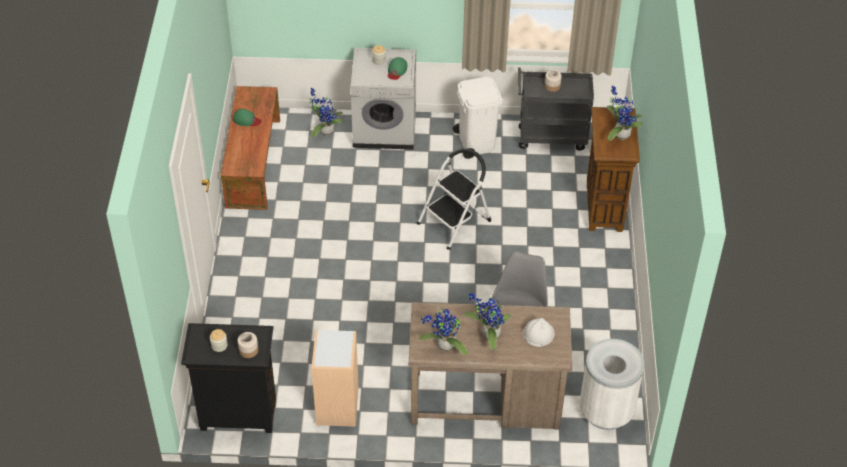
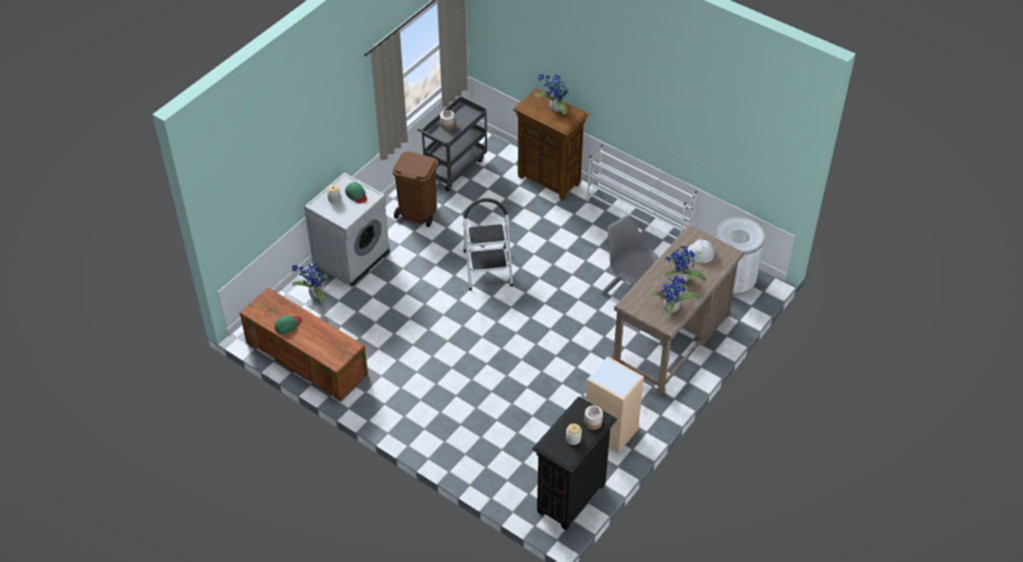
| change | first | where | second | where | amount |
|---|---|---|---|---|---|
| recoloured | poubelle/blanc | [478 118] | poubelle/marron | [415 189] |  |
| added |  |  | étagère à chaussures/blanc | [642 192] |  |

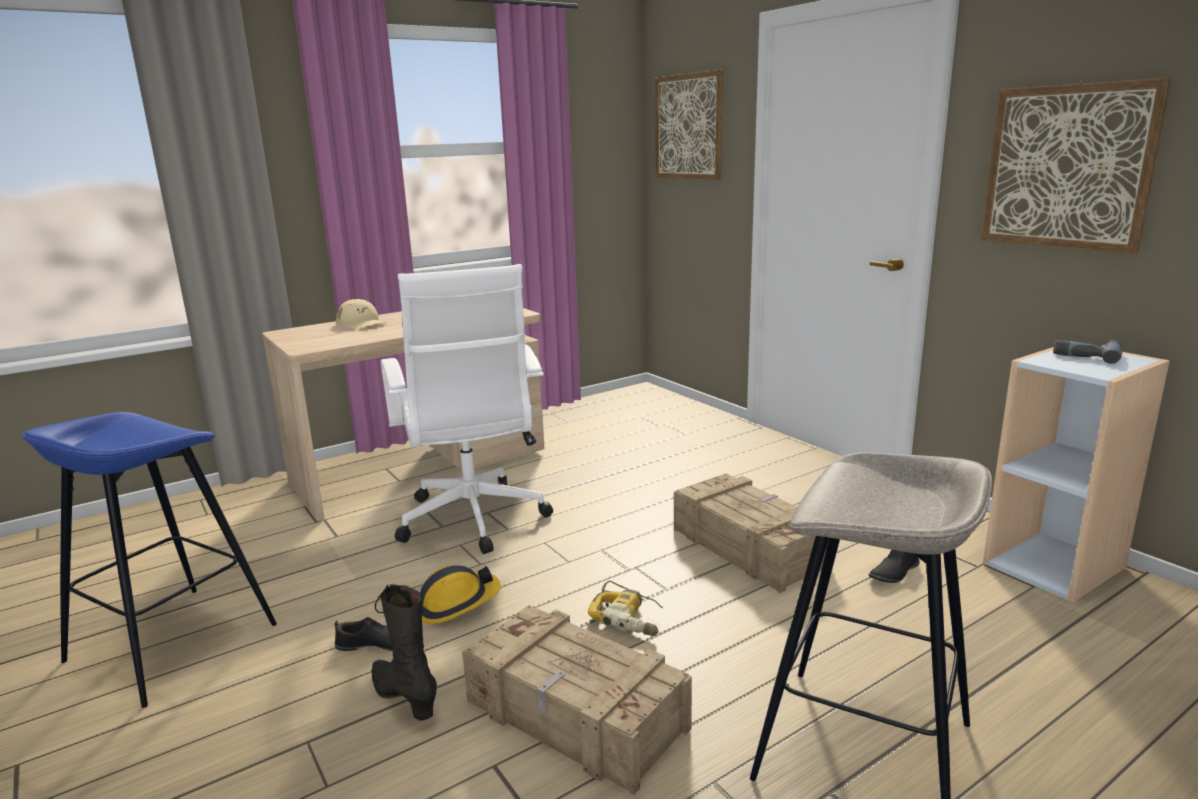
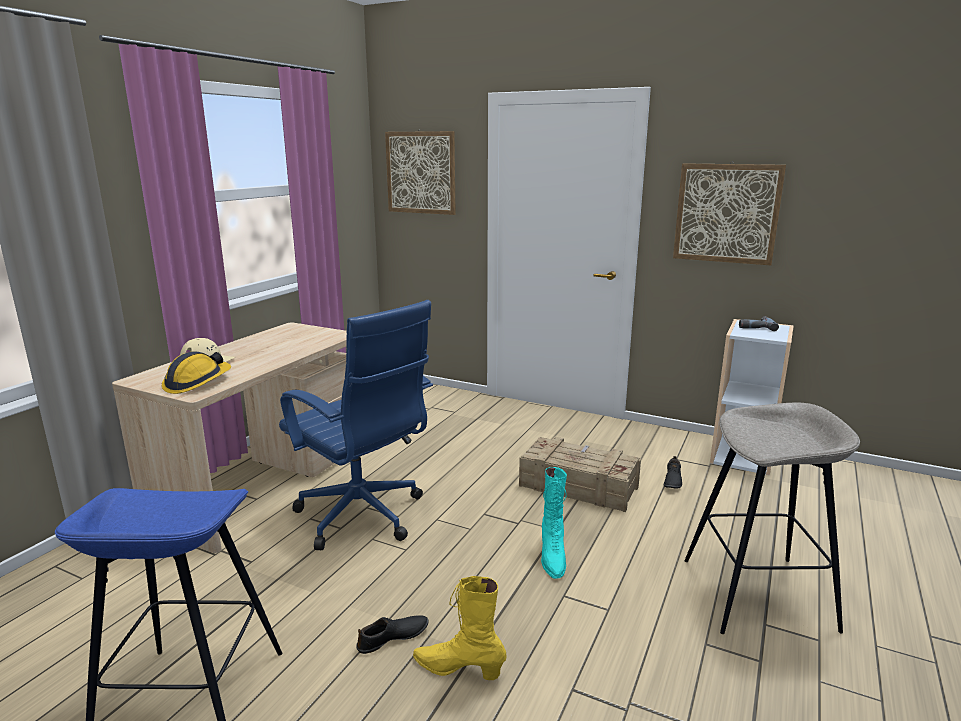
| change | first | where | second | where | amount |
|---|---|---|---|---|---|
| recoloured | chaise de bureau/blanc | [467 409] | chaise de bureau/bleu | [356 425] |  |
| moved | casque de chantier | [460 594] |  | [196 373] |  |
| replaced | perceuse | [625 608] | botte/turquoise | [554 523] |  |
| recoloured | botte/noir | [404 653] | botte/jaune | [460 628] |  |
| removed | caisse | [577 700] |  |  |  |

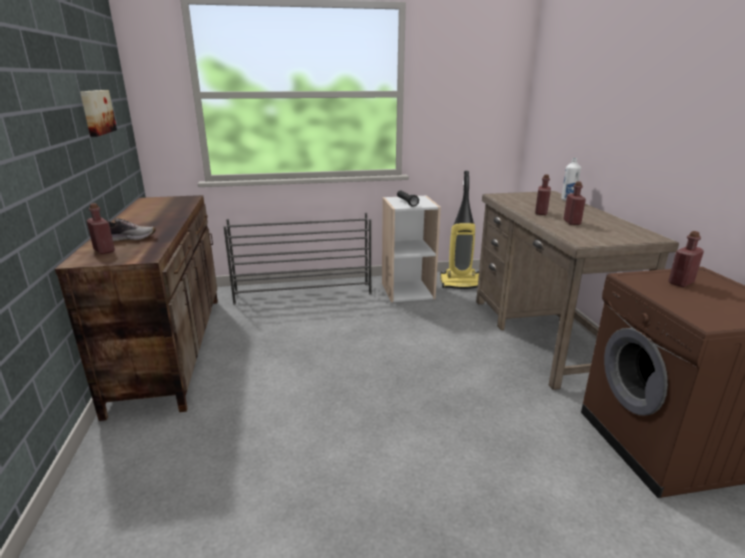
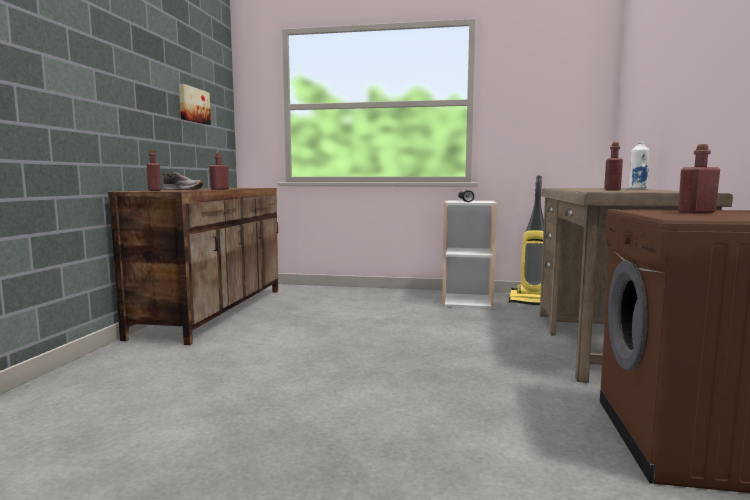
| change | first | where | second | where | amount |
|---|---|---|---|---|---|
| moved | bouteille/rouge | [543 194] |  | [219 171] |  |
| removed | étagère à chaussures/gris | [297 259] |  |  |  |

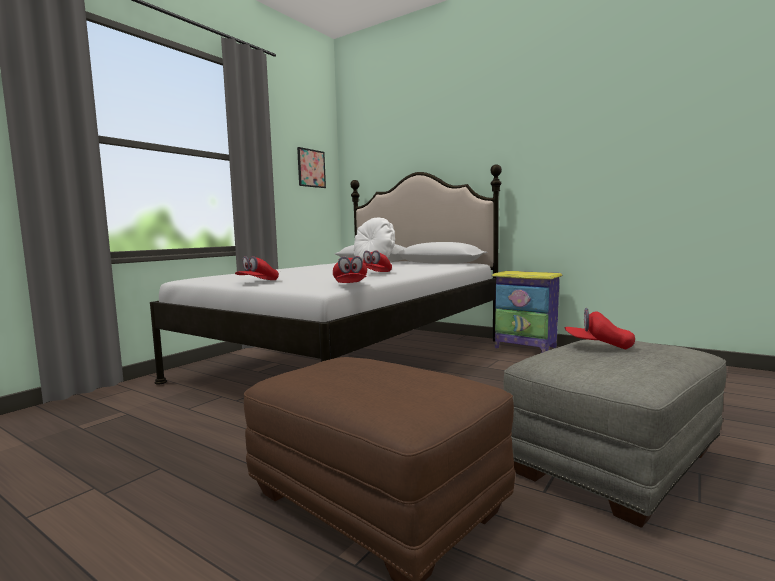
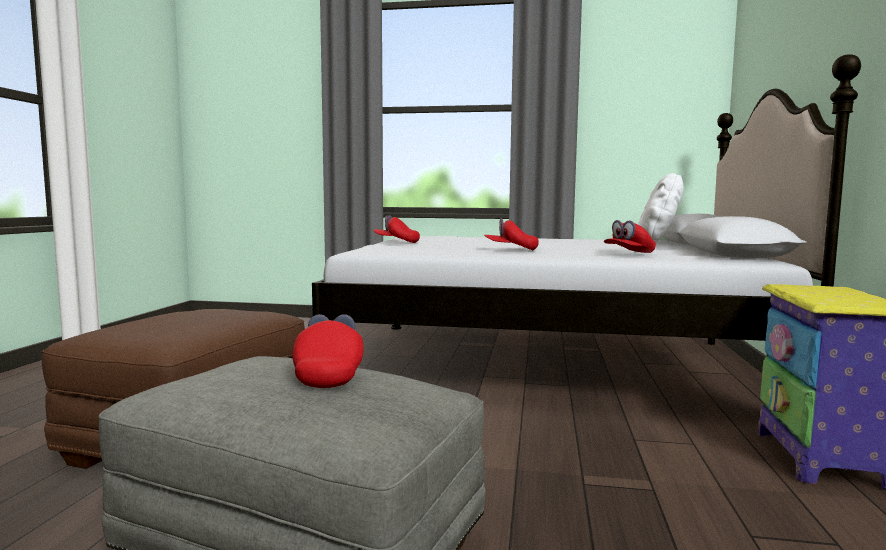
| change | first | where | second | where | amount |
|---|---|---|---|---|---|
| removed | tableau | [311 167] |  |  |  |
| moved | casquette/rouge | [350 269] |  | [630 236] |  |

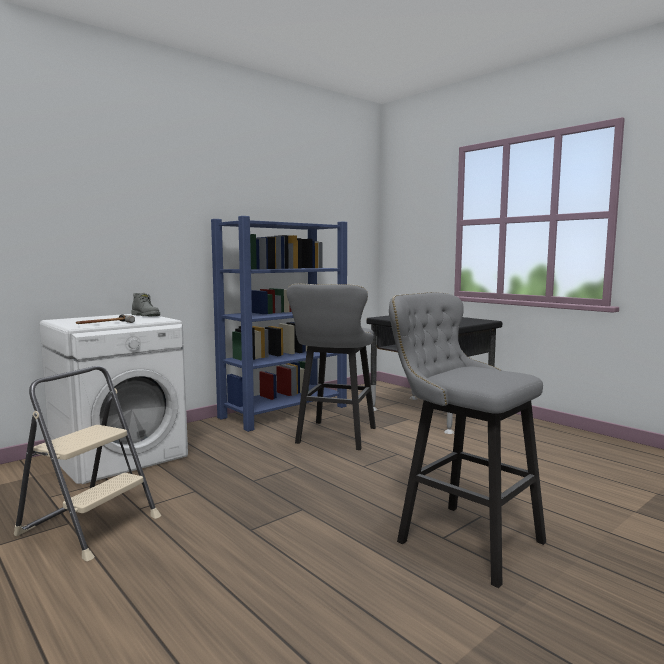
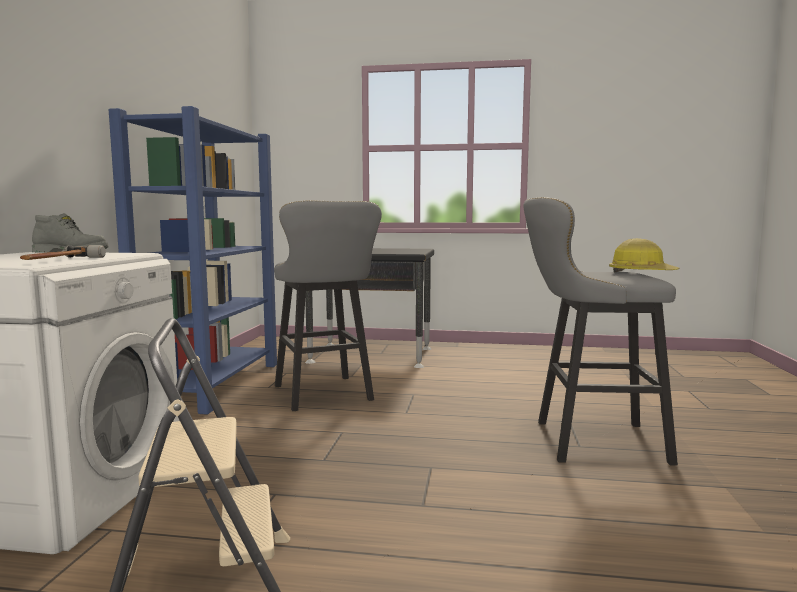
| change | first | where | second | where | amount |
|---|---|---|---|---|---|
| added |  |  | casque de chantier | [644 255] |  |

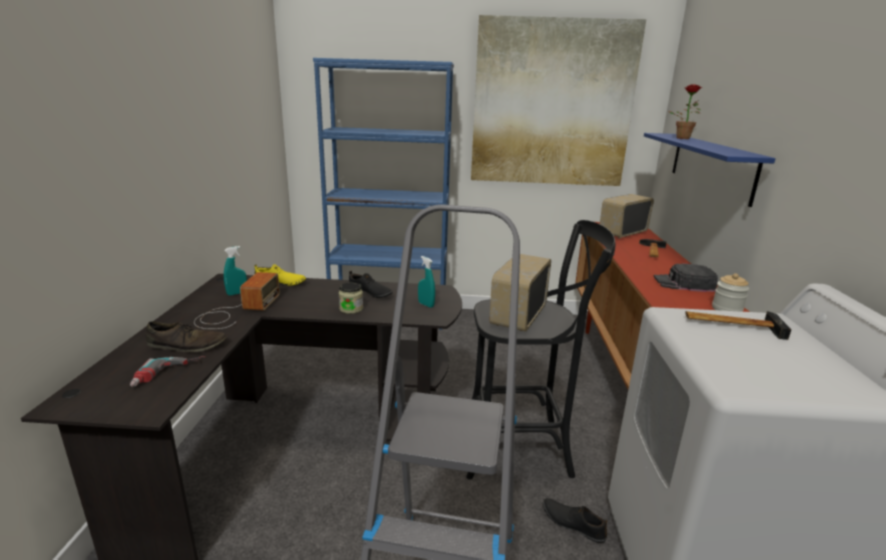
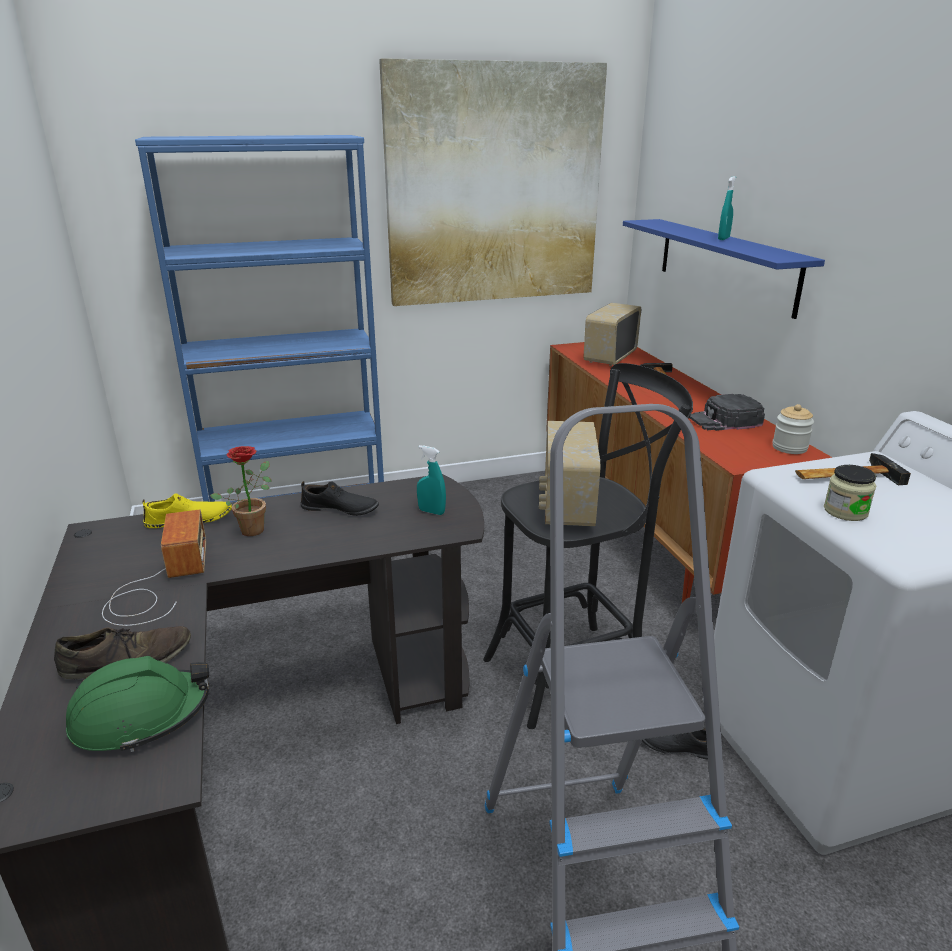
| change | first | where | second | where | amount |
|---|---|---|---|---|---|
| moved | plante en pot | [685 111] |  | [240 491] |  |
| moved | vaporisateur/turquoise | [235 271] |  | [727 208] |  |
| moved | bocal | [351 298] |  | [850 493] |  |
| replaced | perceuse | [168 371] | casque de chantier/vert | [137 704] |  |

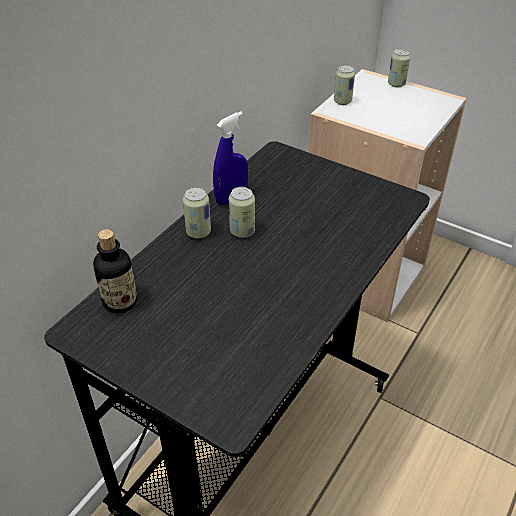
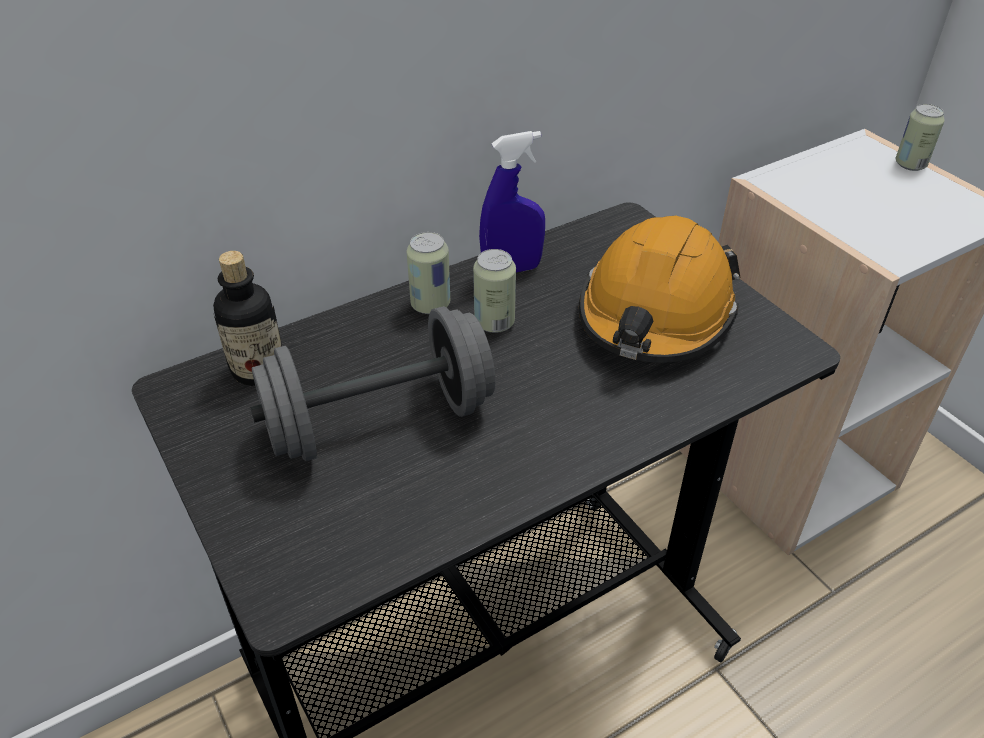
| change | first | where | second | where | amount |
|---|---|---|---|---|---|
| removed | boîte métallique | [344 85] |  |  |  |
| added |  |  | casque de chantier/orange | [659 289] |  |
| added |  |  | haltère/gris | [372 383] |  |

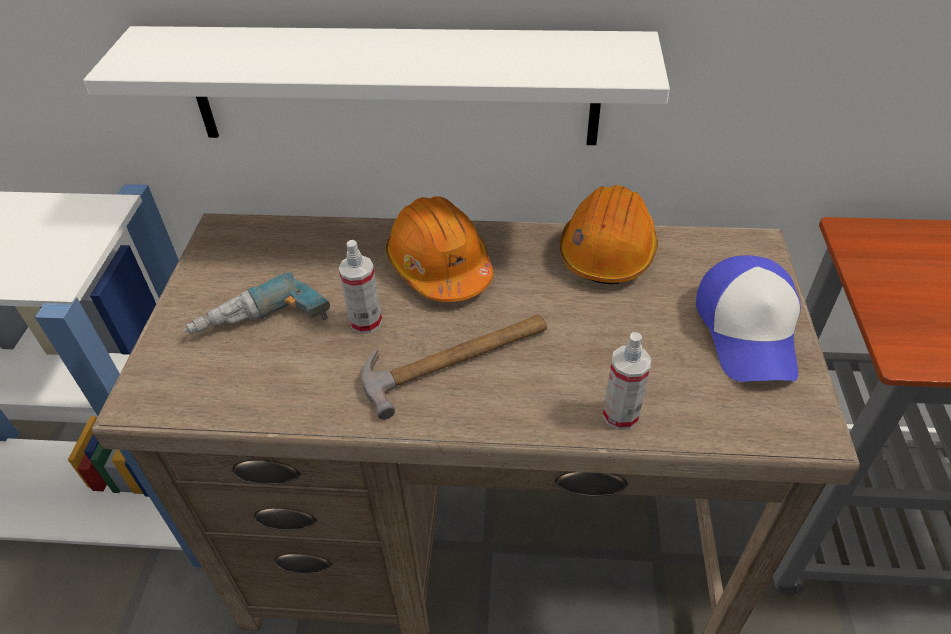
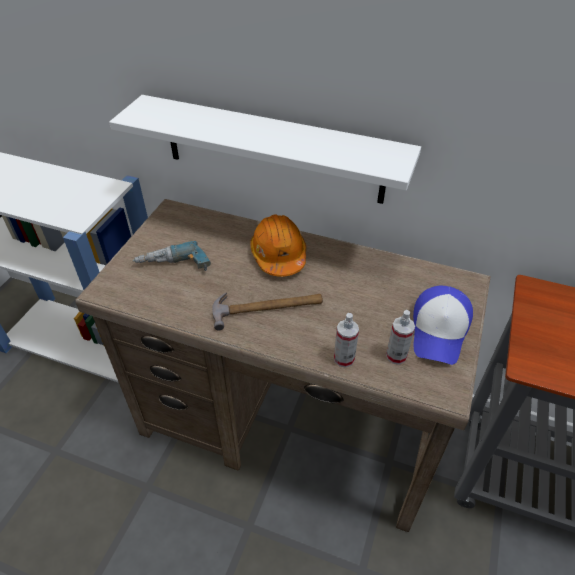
| change | first | where | second | where | amount |
|---|---|---|---|---|---|
| removed | casque de chantier/orange | [608 234] |  |  |  |
| moved | vaporisateur | [360 287] |  | [400 337] |  |

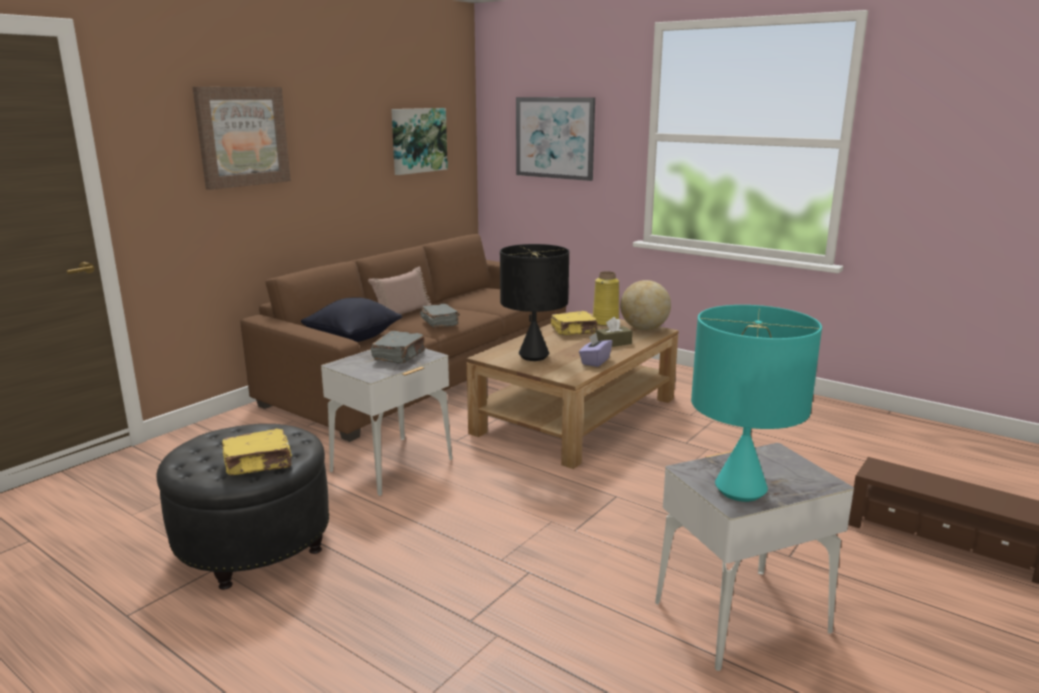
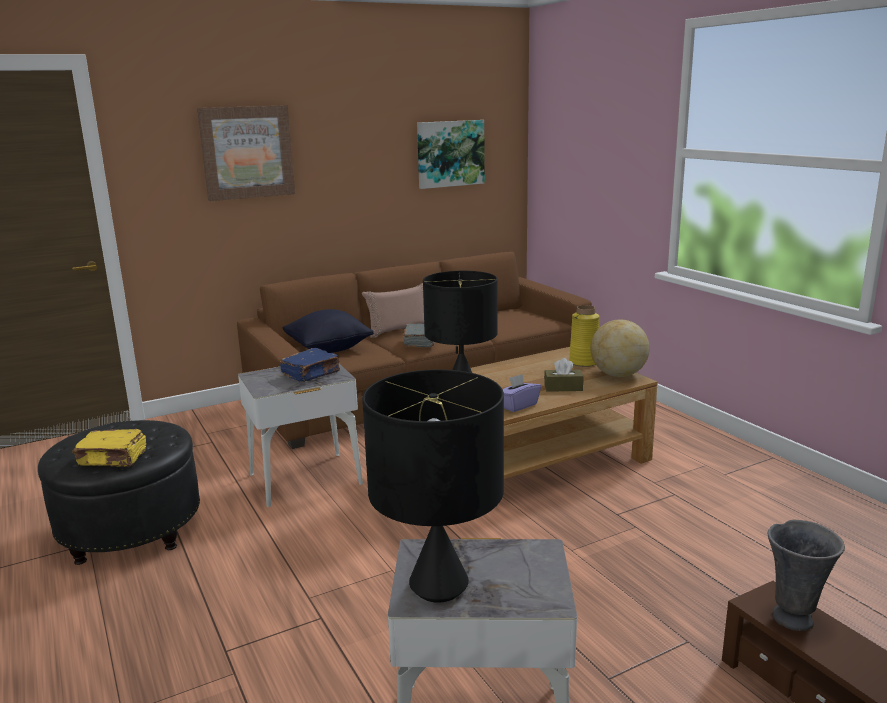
| change | first | where | second | where | amount |
|---|---|---|---|---|---|
| removed | tableau | [555 139] |  |  |  |
| recoloured | lampe de table/turquoise | [756 403] | lampe de table/noir | [433 486] |  |
| removed | livre/jaune | [574 323] |  |  |  |
| recoloured | livre/gris | [398 347] | livre/bleu | [310 365] |  |
| added |  |  | vase/gris | [806 575] |  |

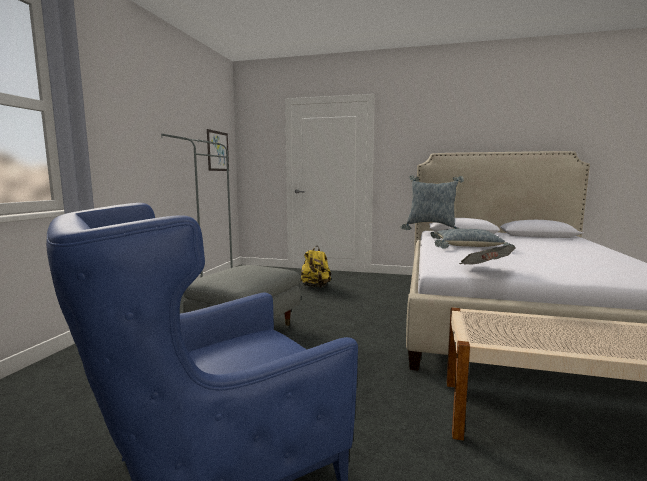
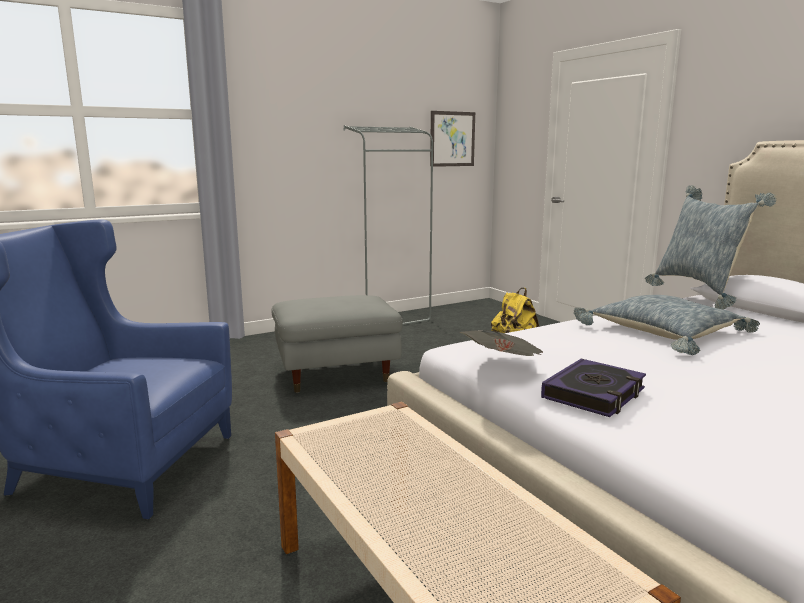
| change | first | where | second | where | amount |
|---|---|---|---|---|---|
| added |  |  | livre | [593 388] |  |

